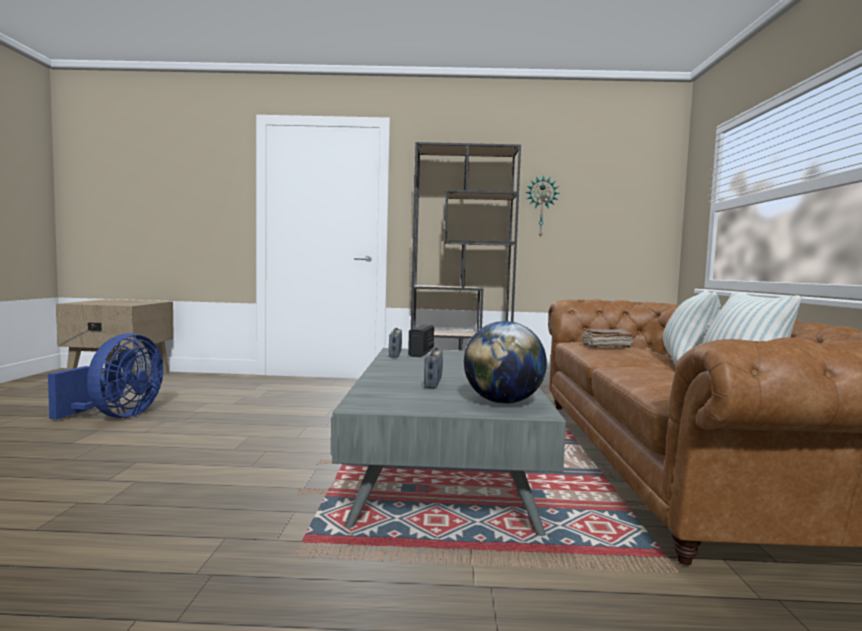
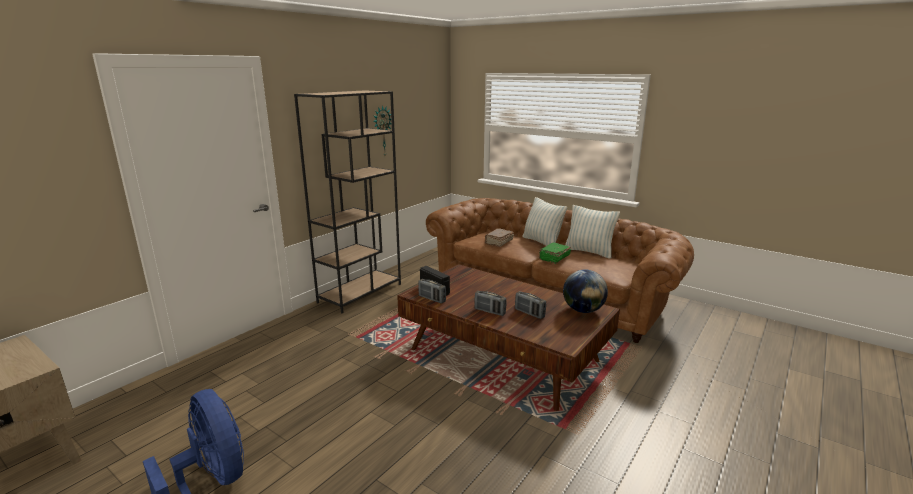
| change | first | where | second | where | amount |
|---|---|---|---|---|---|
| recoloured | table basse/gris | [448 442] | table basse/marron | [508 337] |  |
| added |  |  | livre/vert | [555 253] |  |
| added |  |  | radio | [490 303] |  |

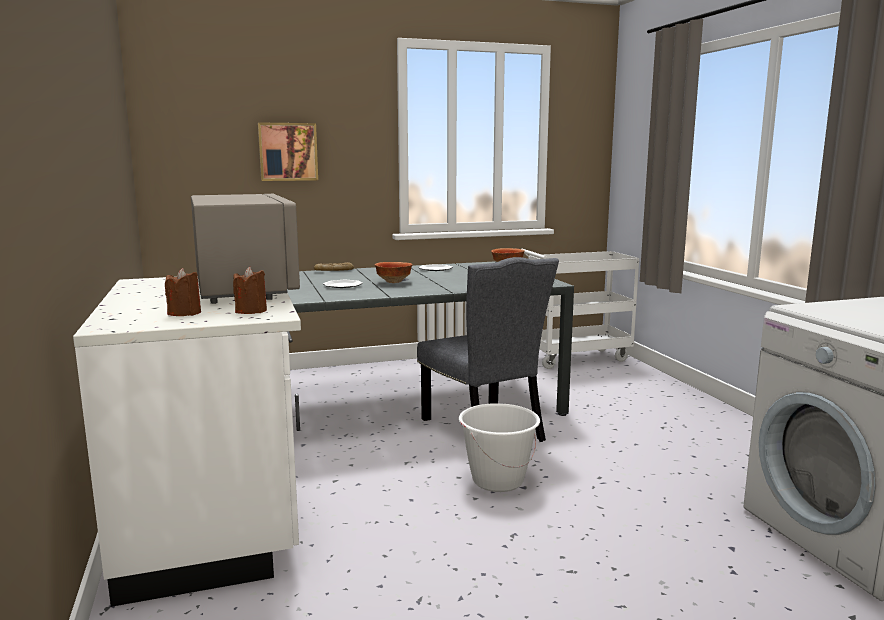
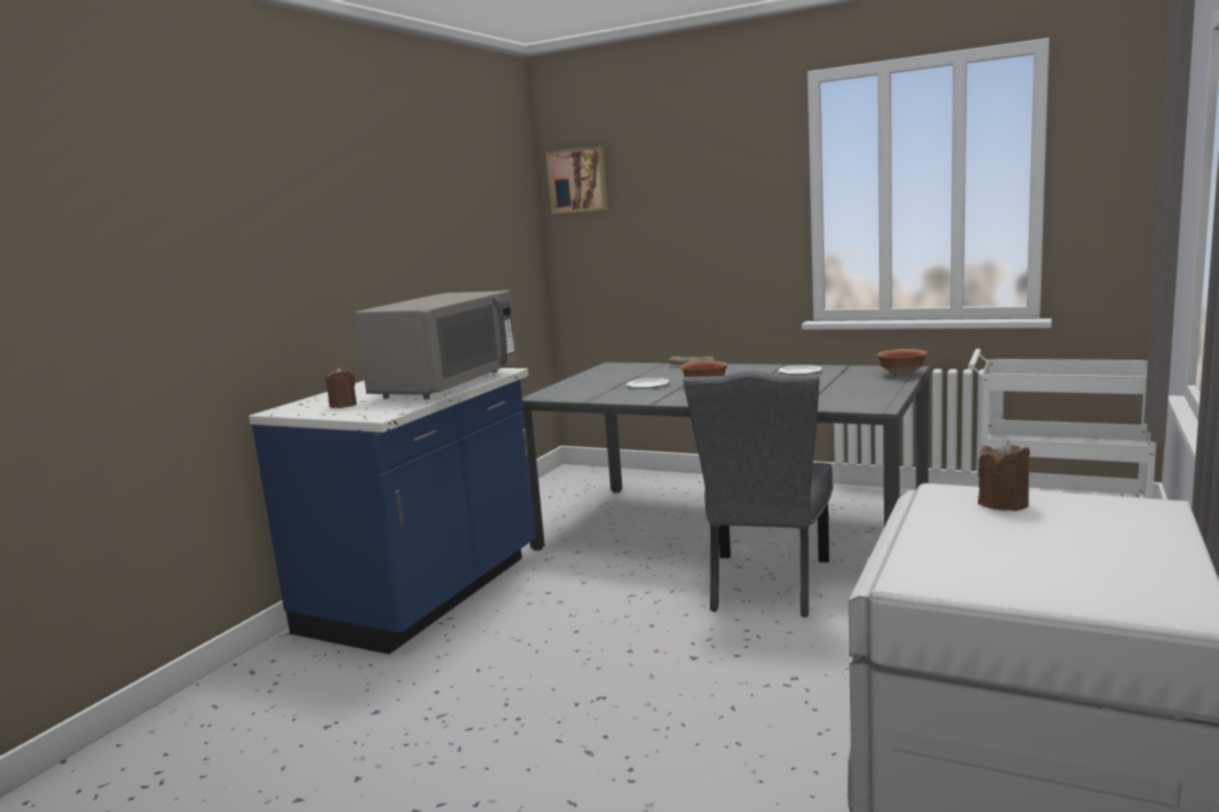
| change | first | where | second | where | amount |
|---|---|---|---|---|---|
| moved | tableau | [288 151] |  | [577 180] |  |
| moved | bougie/marron | [250 290] |  | [1004 475] |  |
| recoloured | comptoir de cuisine/blanc | [187 442] | comptoir de cuisine/bleu | [392 511] |  |
| removed | seau/blanc | [499 447] |  |  |  |

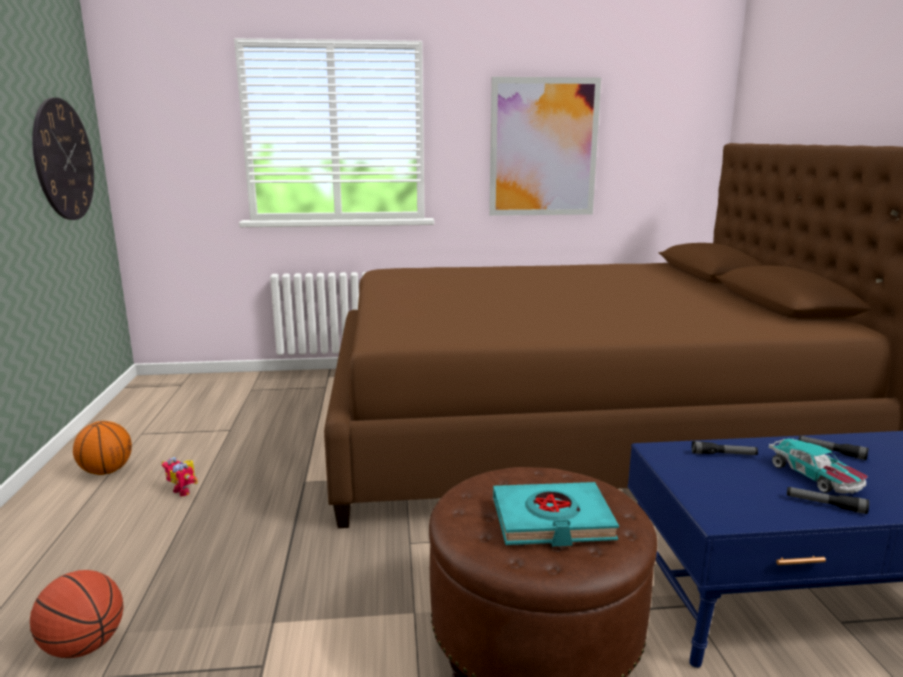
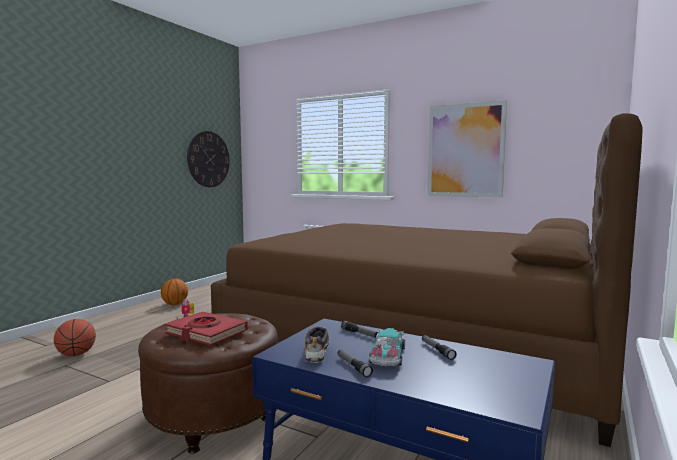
| change | first | where | second | where | amount |
|---|---|---|---|---|---|
| recoloured | livre/turquoise | [556 514] | livre/rouge | [206 328] |  |
| added |  |  | chaussure | [317 344] |  |

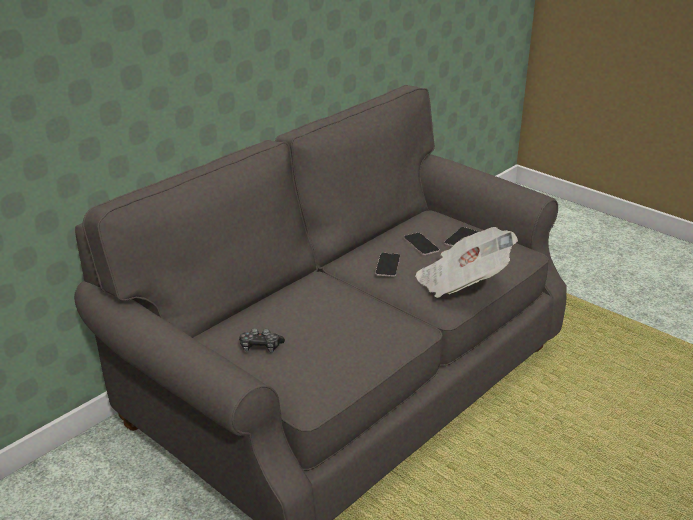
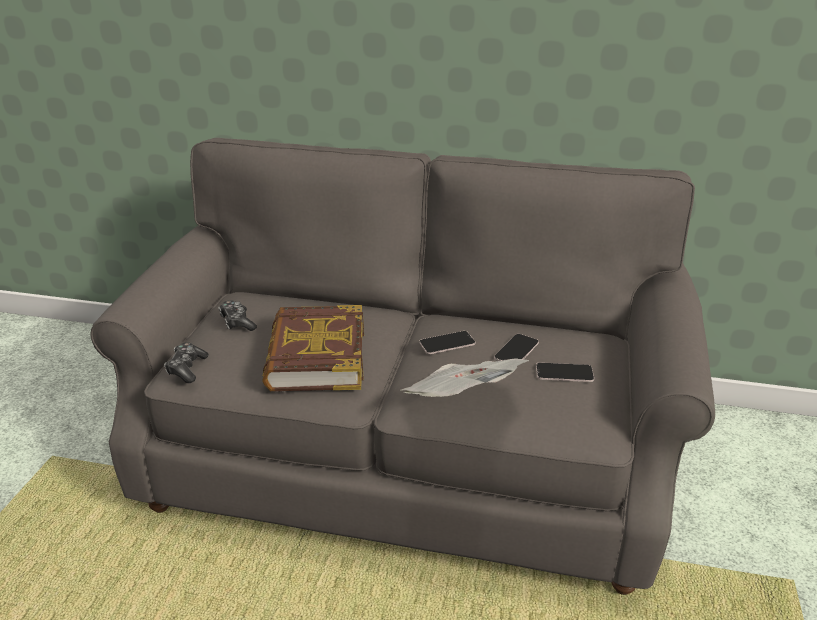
| change | first | where | second | where | amount |
|---|---|---|---|---|---|
| added |  |  | livre | [313 348] |  |
| added |  |  | manette | [186 362] |  |

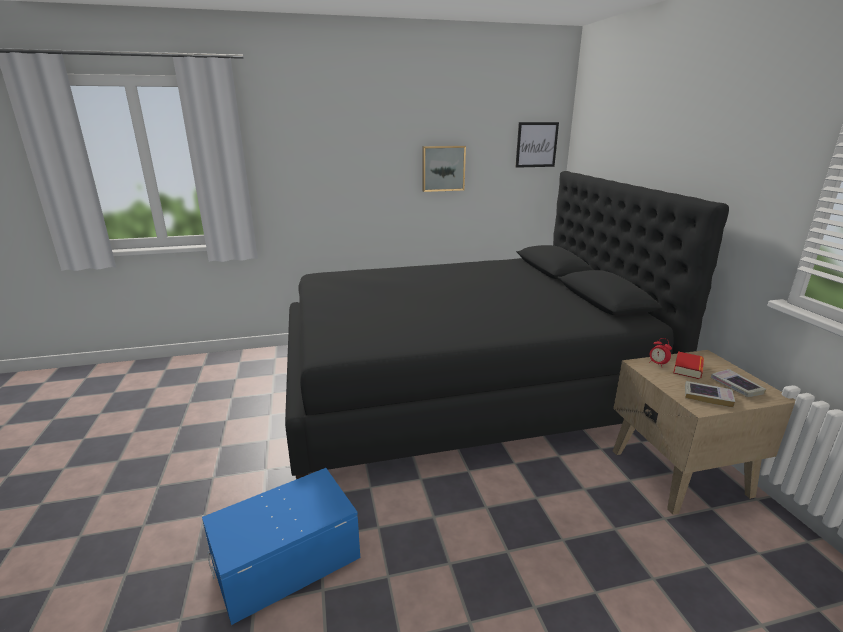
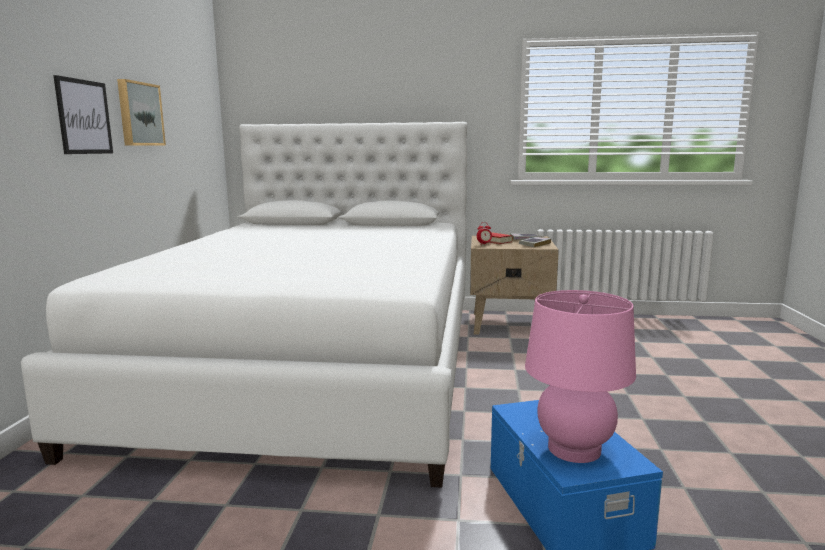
| change | first | where | second | where | amount |
|---|---|---|---|---|---|
| moved | tableau | [537 145] |  | [83 114] |  |
| recoloured | lit/noir | [507 325] | lit/blanc | [244 305] |  |
| added |  |  | lampe de table/rose | [580 376] |  |

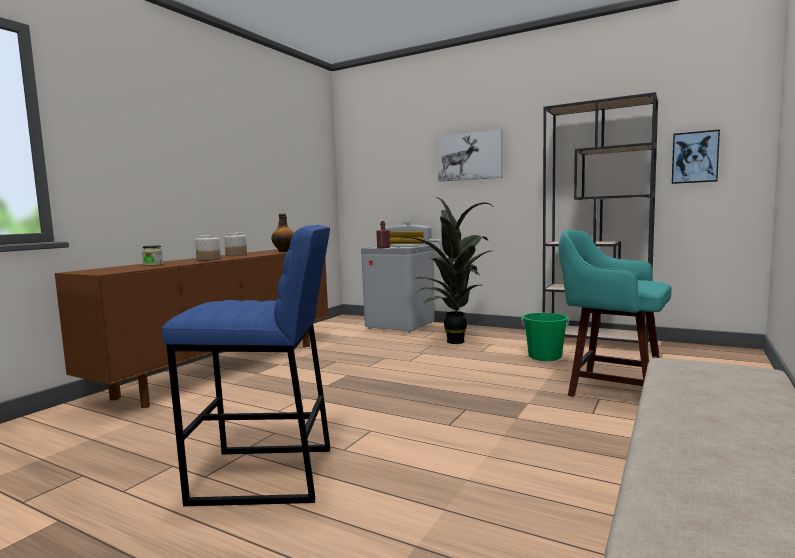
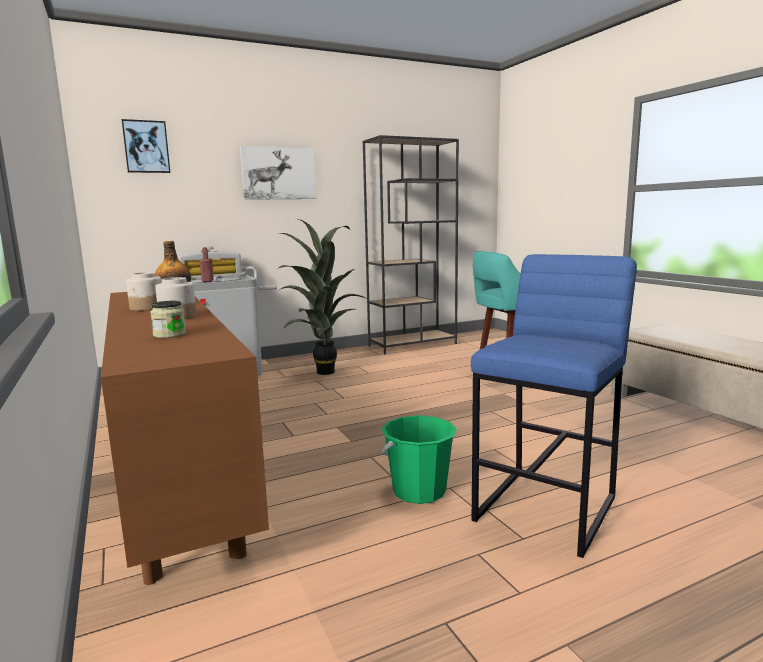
| change | first | where | second | where | amount |
|---|---|---|---|---|---|
| moved | tableau | [696 156] |  | [146 146] |  |
| moved | seau/vert | [545 337] |  | [419 459] |  |

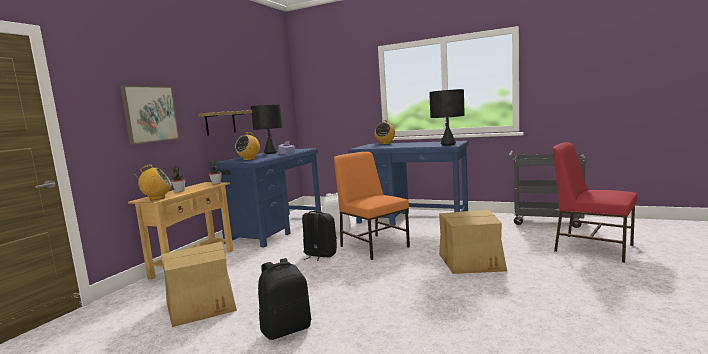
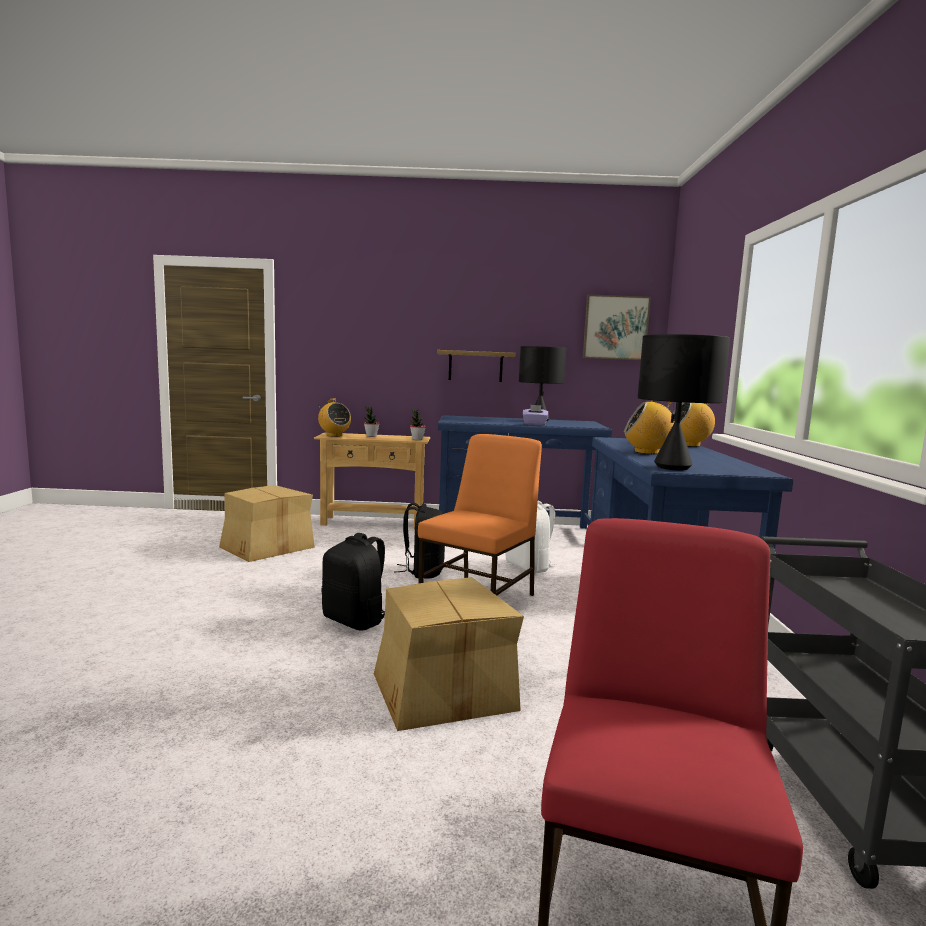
| change | first | where | second | where | amount |
|---|---|---|---|---|---|
| moved | tableau | [150 115] |  | [617 327] |  |
| moved | radio | [247 146] |  | [649 427] |  |
| moved | sac à dos/noir | [284 299] |  | [353 582] |  |

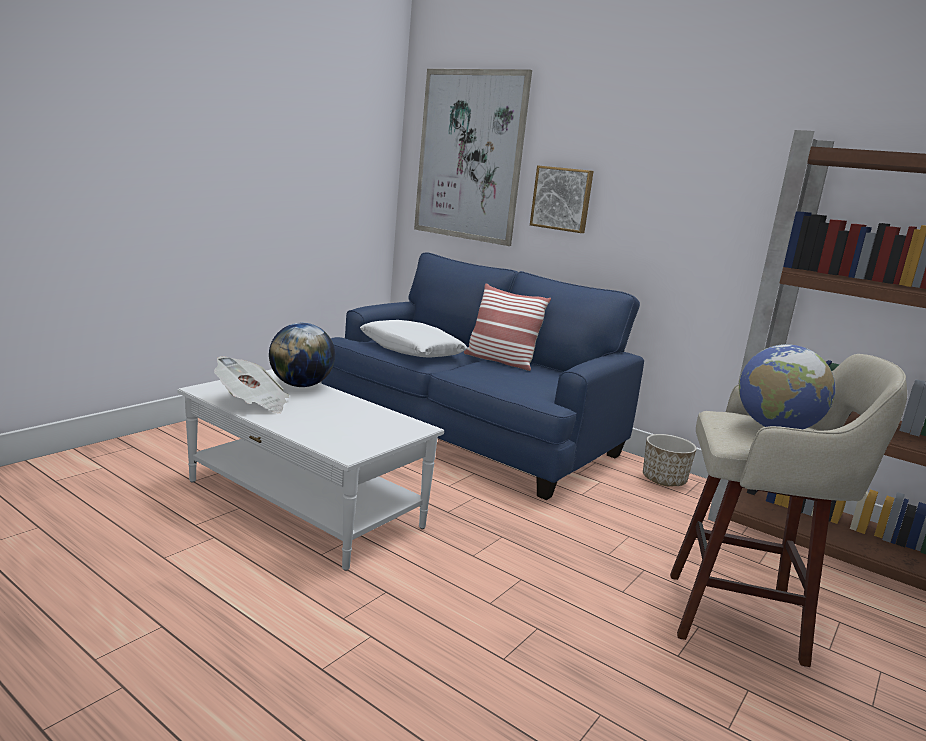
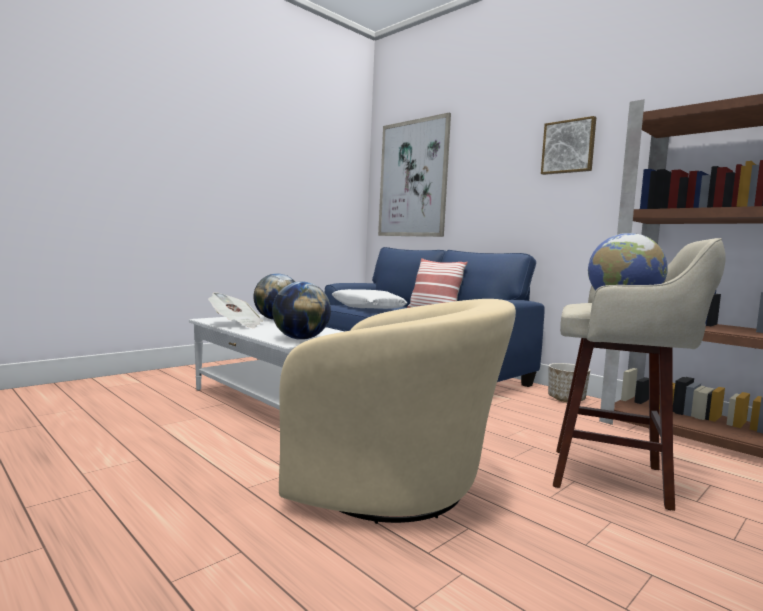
| change | first | where | second | where | amount |
|---|---|---|---|---|---|
| moved | tableau | [562 199] |  | [568 145] |  |
| added |  |  | globe | [301 311] |  |
| added |  |  | fauteuil/beige | [397 411] |  |

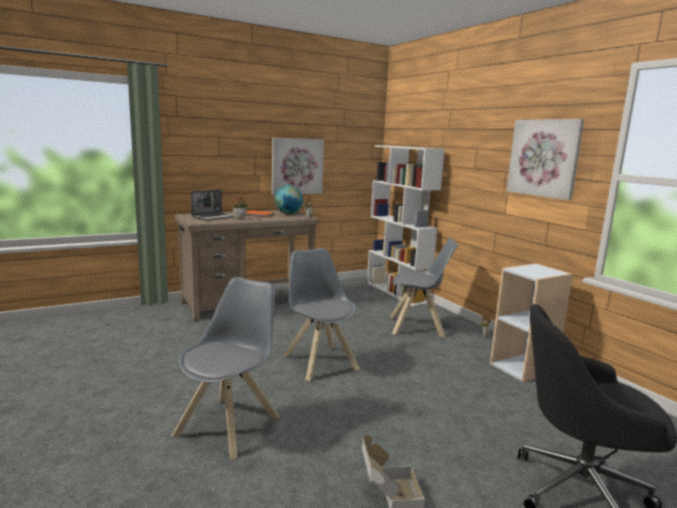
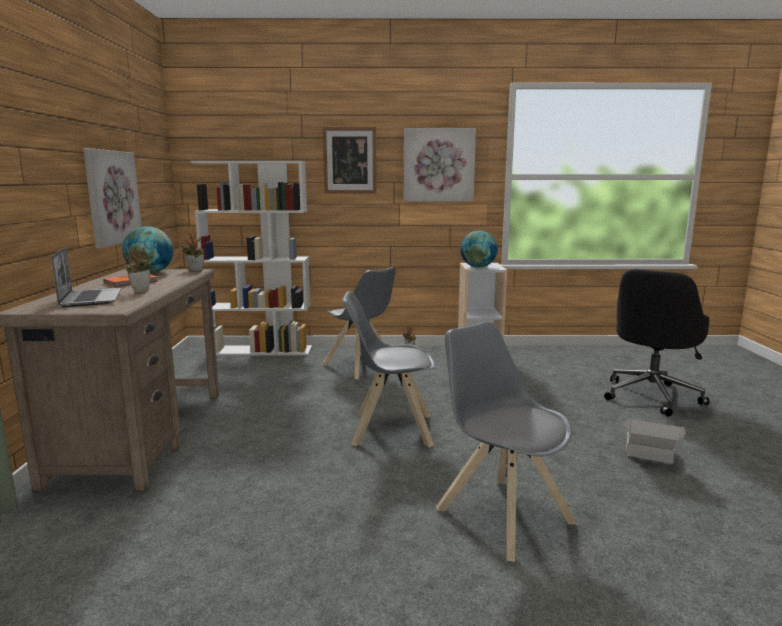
| change | first | where | second | where | amount |
|---|---|---|---|---|---|
| turned | chaise/gris | [424 288] |  | [359 323] | 105 degrees clockwise |
| added |  |  | tableau | [349 160] |  |
| added |  |  | globe | [479 249] |  |

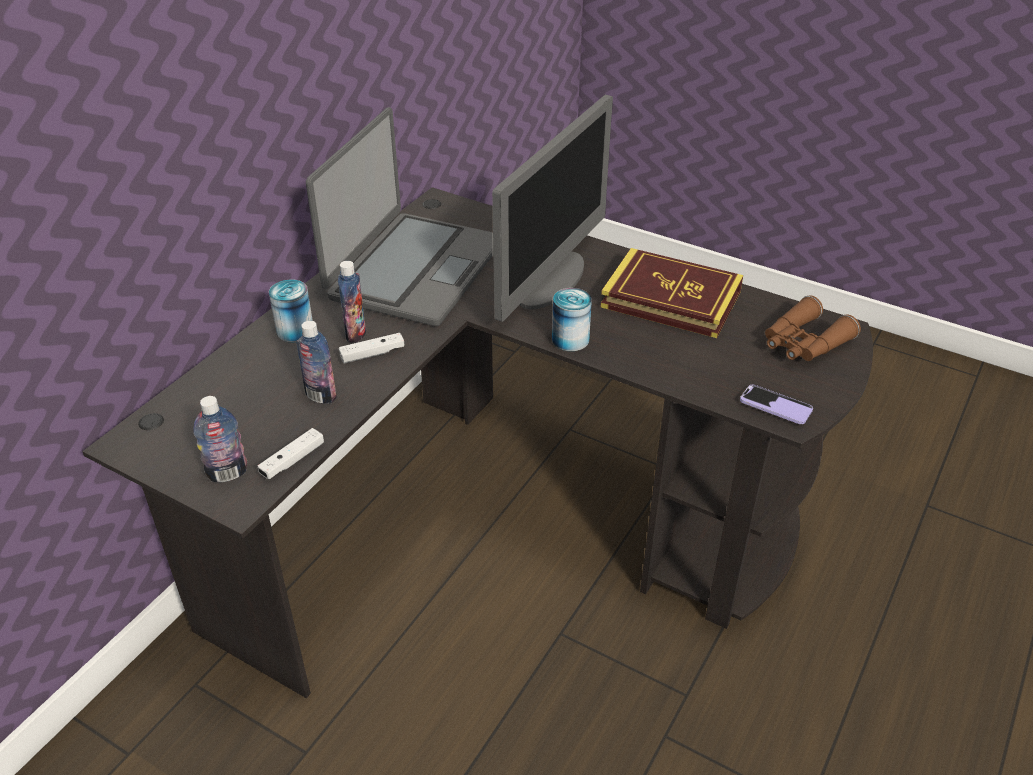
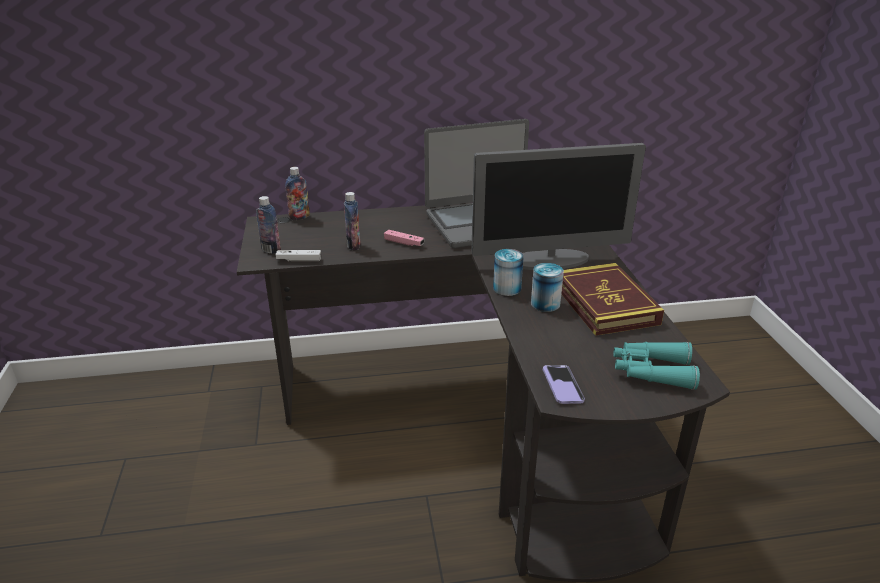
| change | first | where | second | where | amount |
|---|---|---|---|---|---|
| moved | bouteille | [352 302] |  | [297 193] |  |
| moved | boîte métallique | [291 311] |  | [547 287] |  |
| recoloured | jumelles/marron | [813 328] | jumelles/turquoise | [656 366] |  |
| recoloured | manette/blanc | [371 348] | manette/rose | [404 238] |  |

